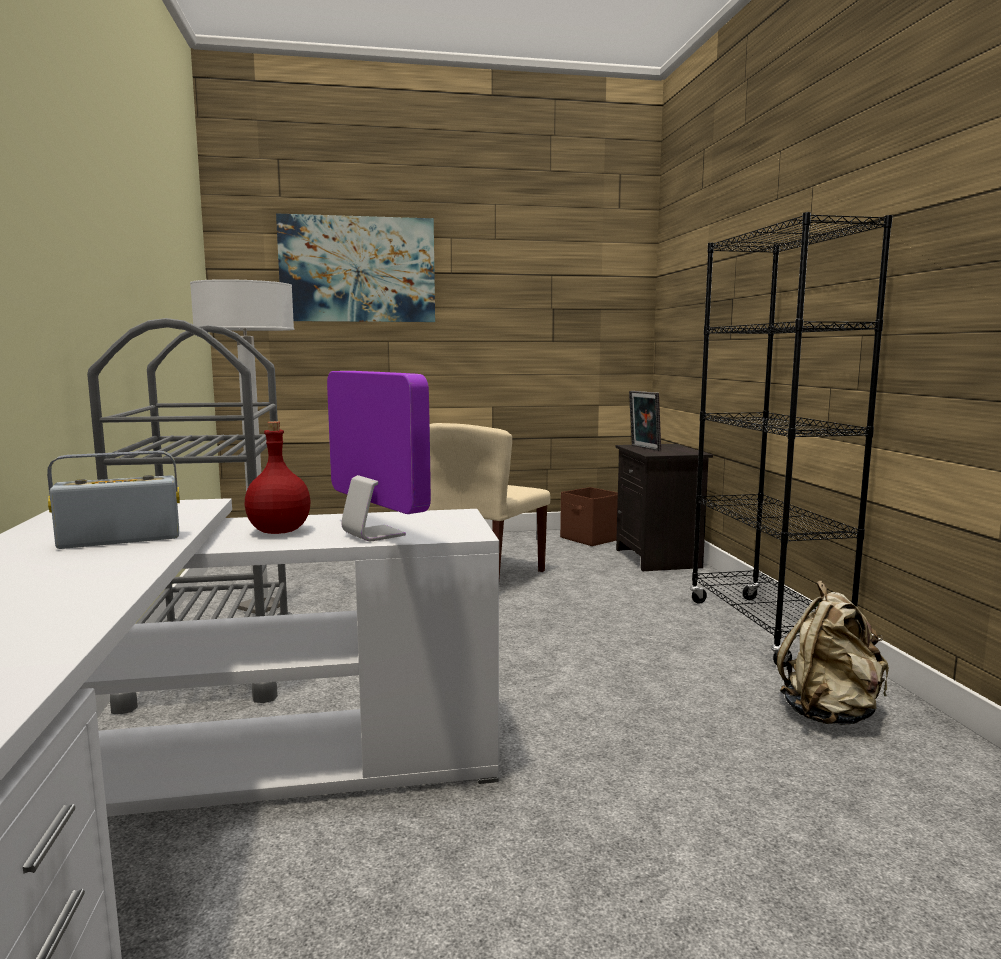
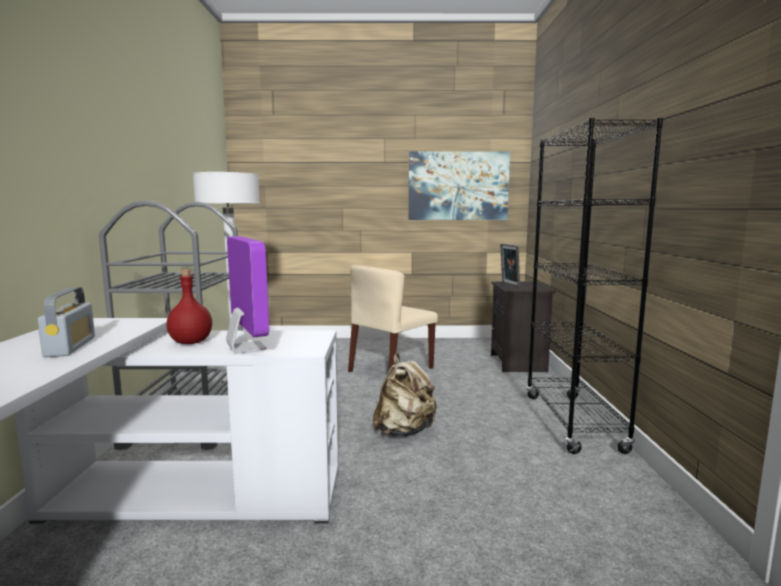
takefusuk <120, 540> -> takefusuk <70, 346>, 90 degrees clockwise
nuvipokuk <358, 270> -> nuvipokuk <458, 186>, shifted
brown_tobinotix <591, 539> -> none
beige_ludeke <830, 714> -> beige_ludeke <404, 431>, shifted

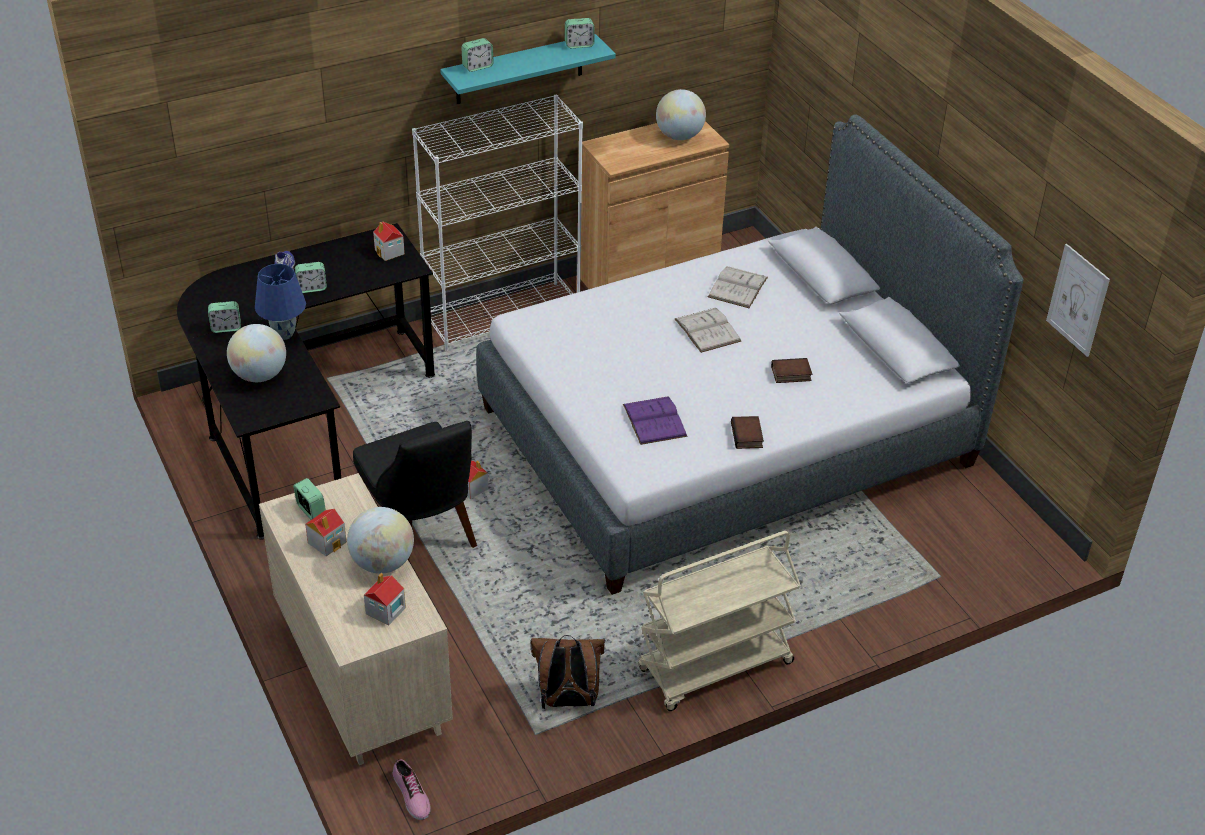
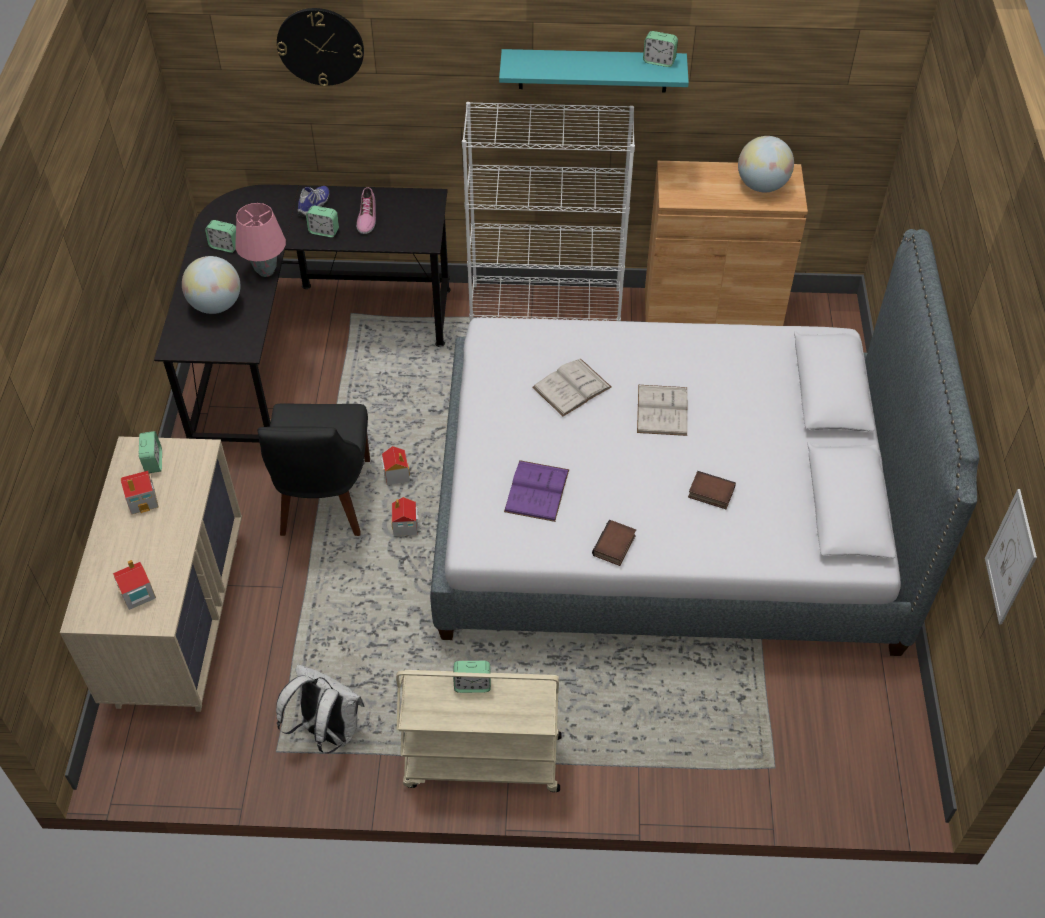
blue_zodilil <284, 335> -> pink_zodilil <265, 271>
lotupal <382, 563> -> none
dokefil <390, 252> -> dokefil <405, 526>, shifted
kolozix <411, 795> -> kolozix <366, 217>, shifted
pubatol <477, 66> -> pubatol <472, 685>, shifted
brown_ludeke <567, 701> -> white_ludeke <327, 731>
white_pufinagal <737, 287> -> white_pufinagal <571, 387>, shifted
none -> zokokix <320, 46>

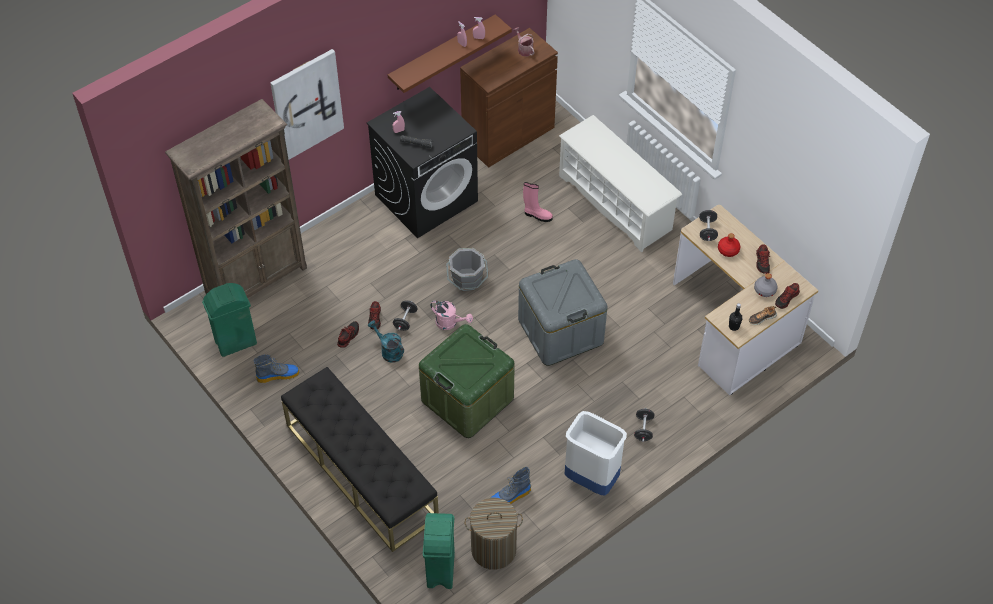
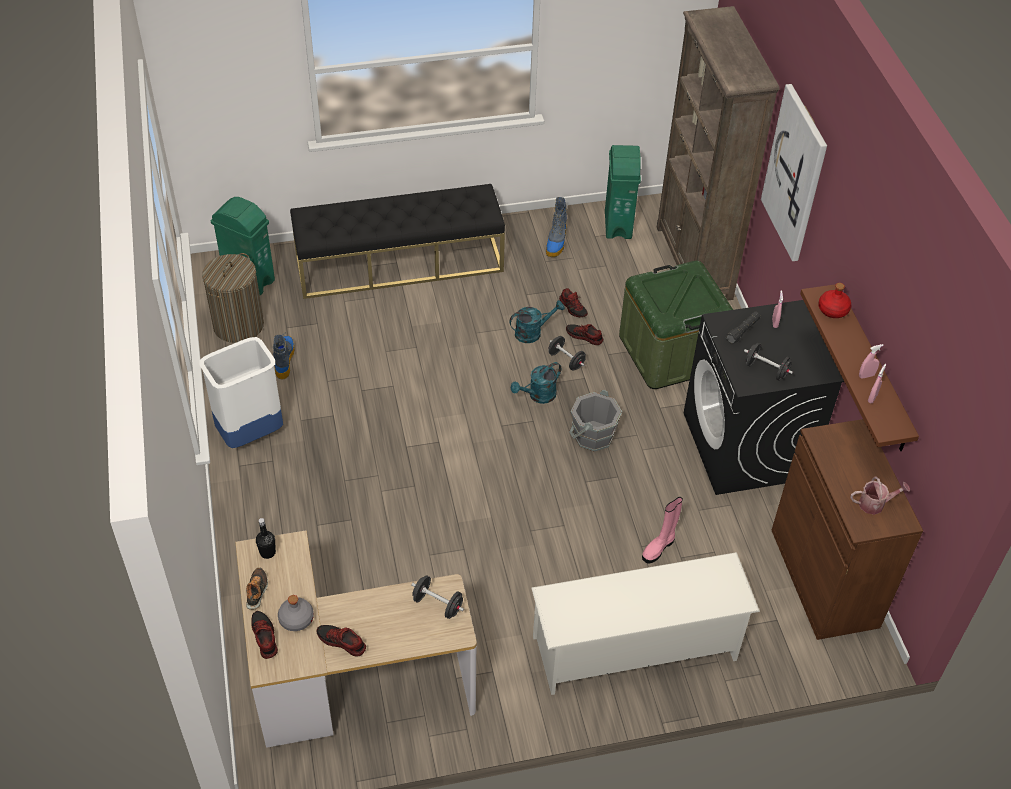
green_tobinotix <467, 399> -> green_tobinotix <670, 352>, shifted
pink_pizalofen <450, 323> -> turquoise_pizalofen <538, 396>
grey_tobinotix <560, 331> -> none
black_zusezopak <643, 429> -> black_zusezopak <766, 370>, shifted
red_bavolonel <728, 250> -> red_bavolonel <833, 310>, shifted

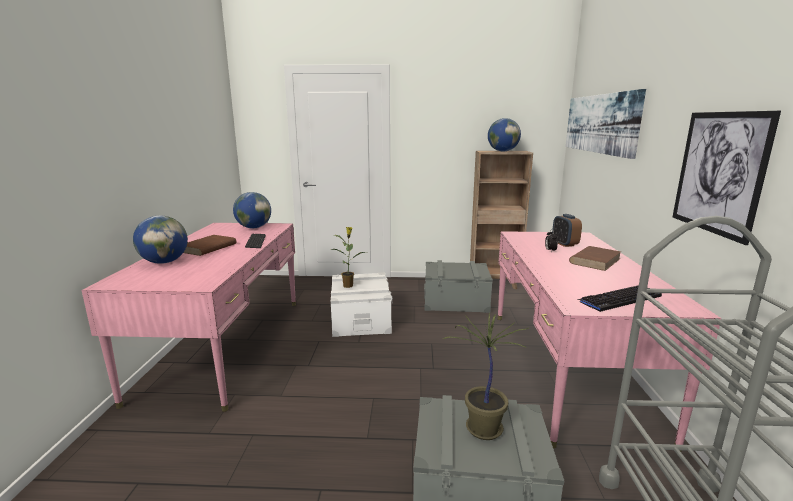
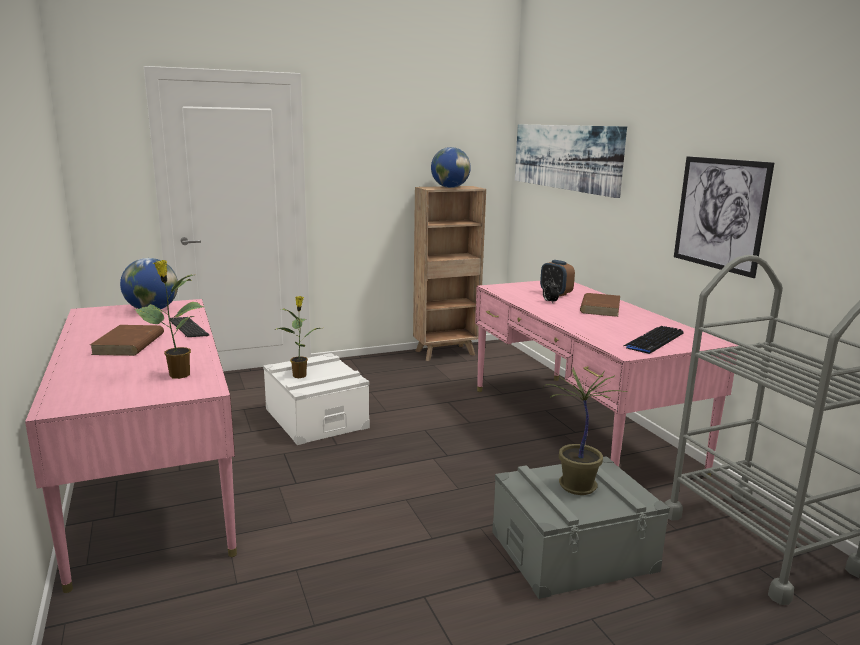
lotupal <164, 262> -> none
grey_tobinotix <456, 301> -> none
none -> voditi <178, 375>

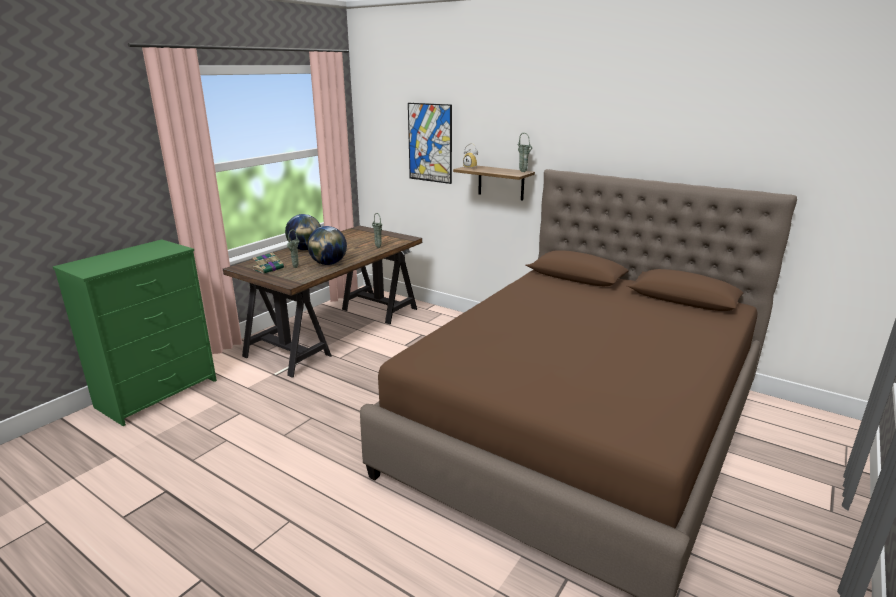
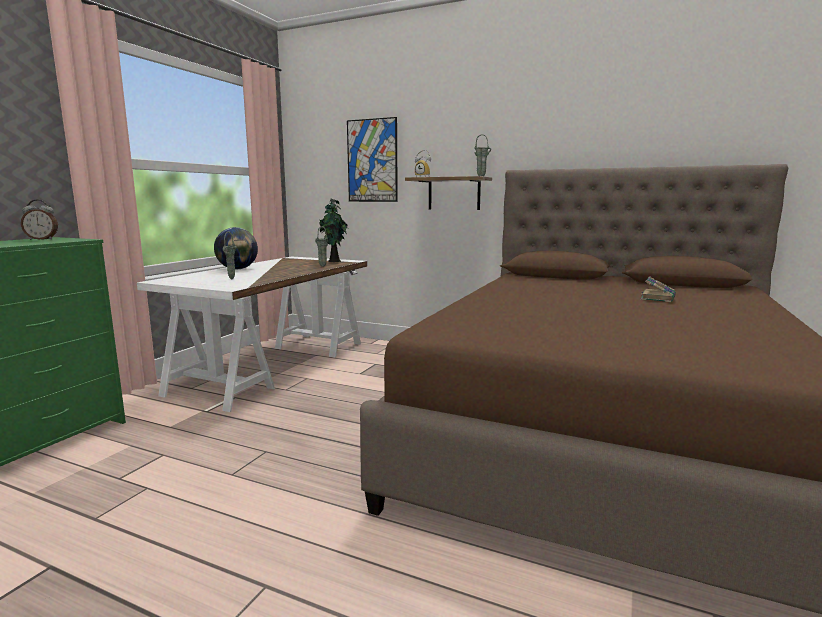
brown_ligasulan <336, 330> -> white_ligasulan <274, 366>
pufinagal <269, 268> -> pufinagal <657, 298>, shifted
lotupal <328, 264> -> none
none -> pubatol <42, 239>
none -> voditi <335, 261>

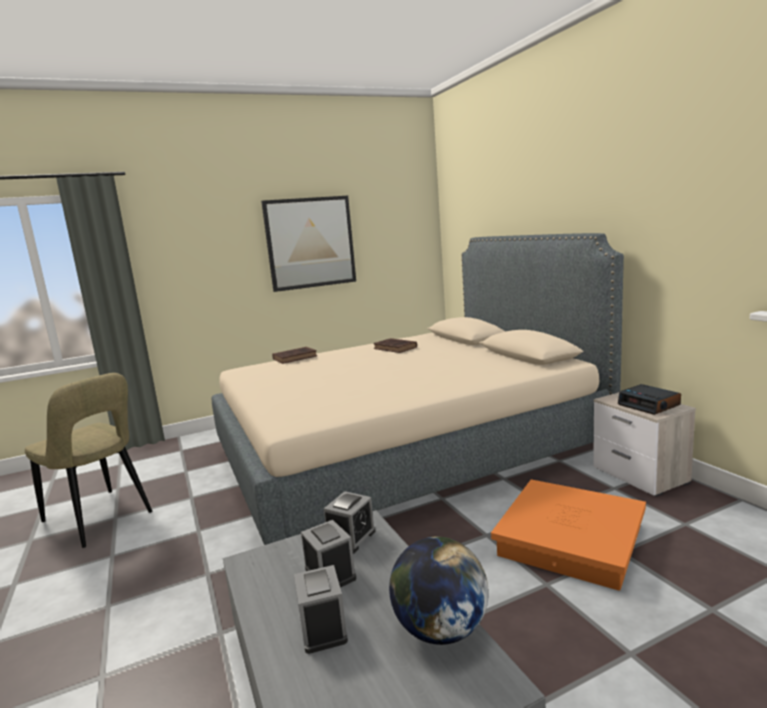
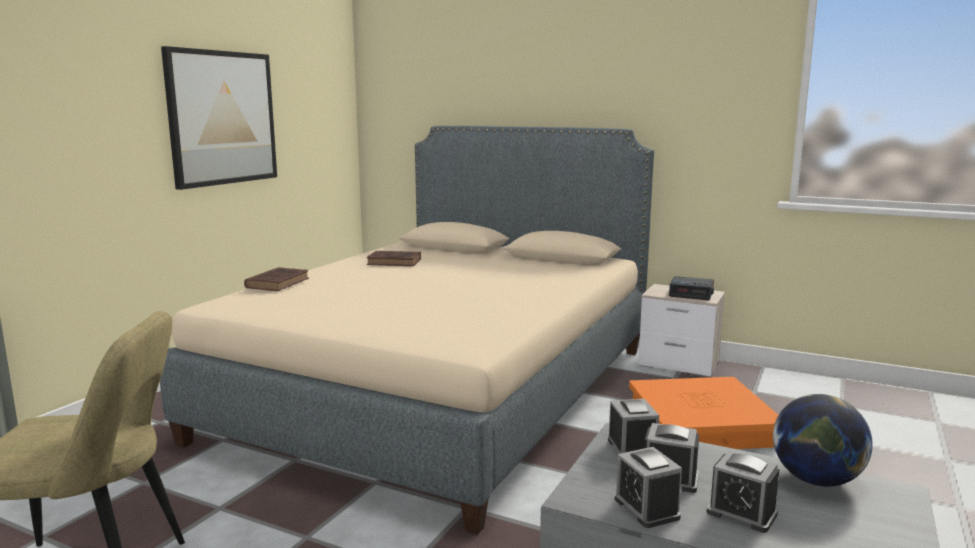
none -> pubatol <646, 508>

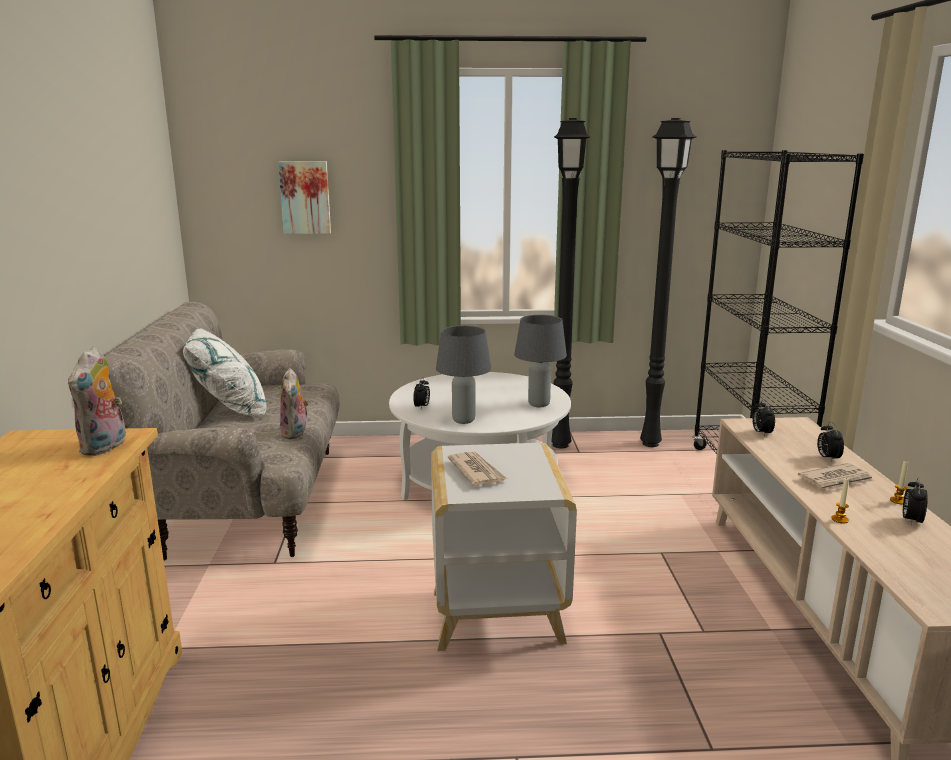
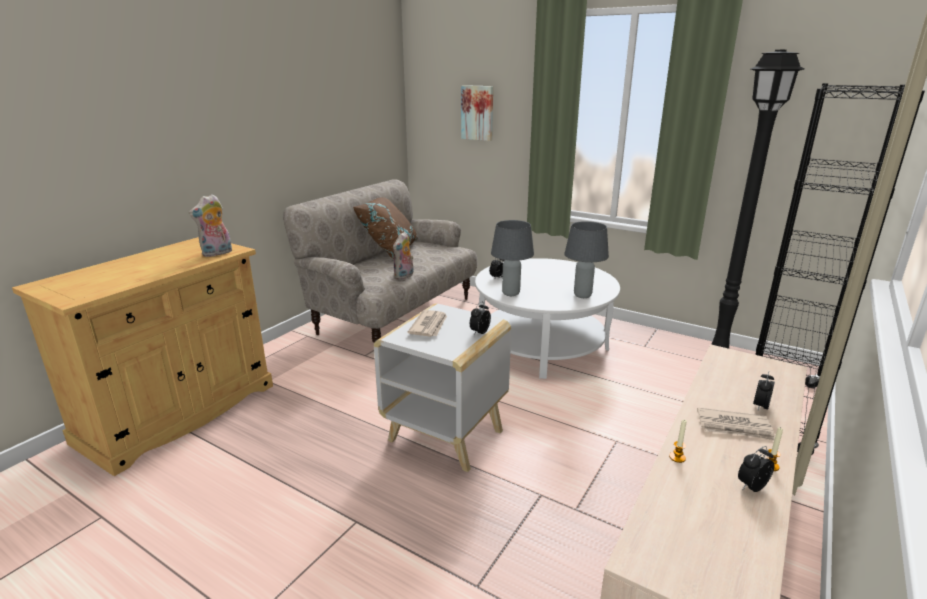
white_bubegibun <224, 408> -> brown_bubegibun <389, 252>
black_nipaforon <561, 444> -> none
pubatol <761, 433> -> pubatol <479, 332>, shifted

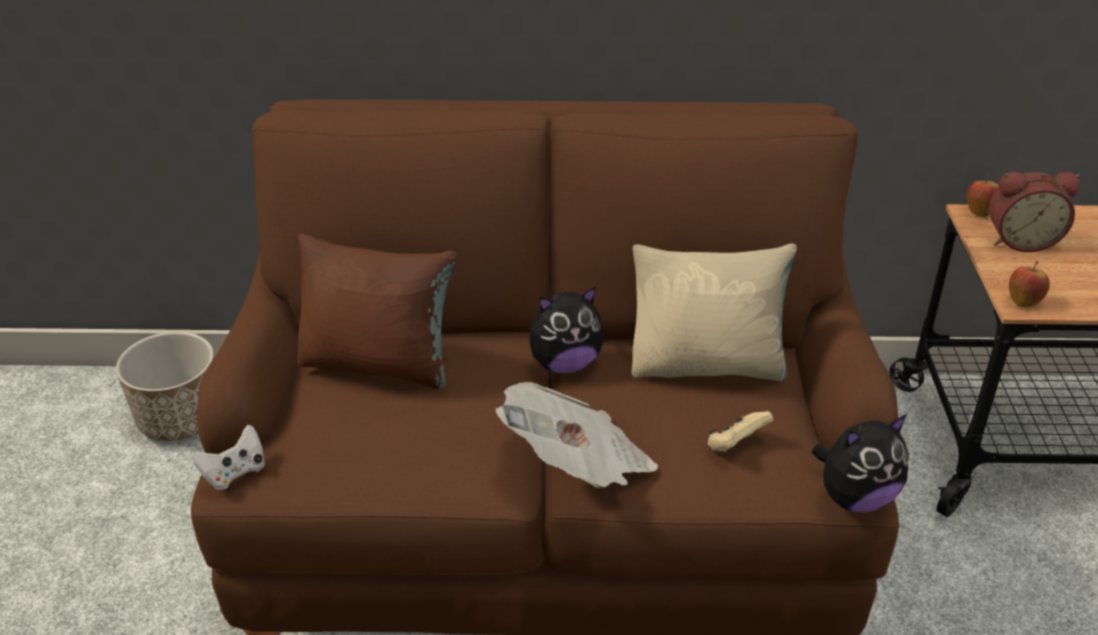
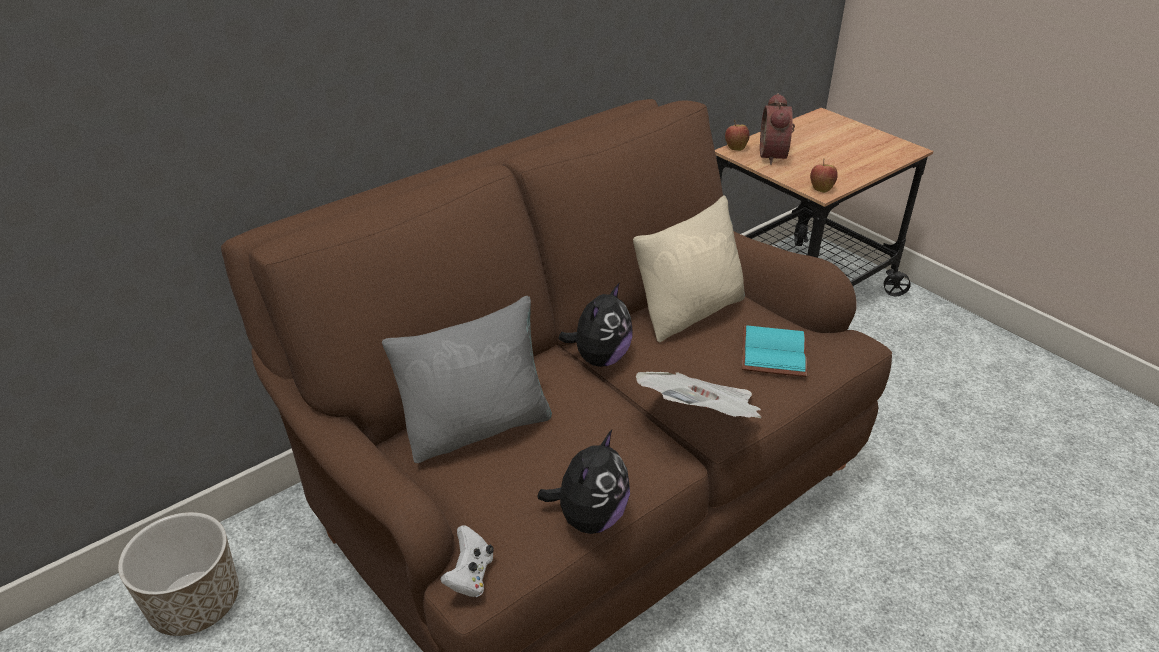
brown_bubegibun <379, 364> -> grey_bubegibun <478, 427>
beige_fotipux <736, 445> -> turquoise_pufinagal <771, 351>
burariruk <855, 497> -> burariruk <589, 517>, shifted
pubatol <1020, 240> -> pubatol <775, 156>, 135 degrees clockwise

